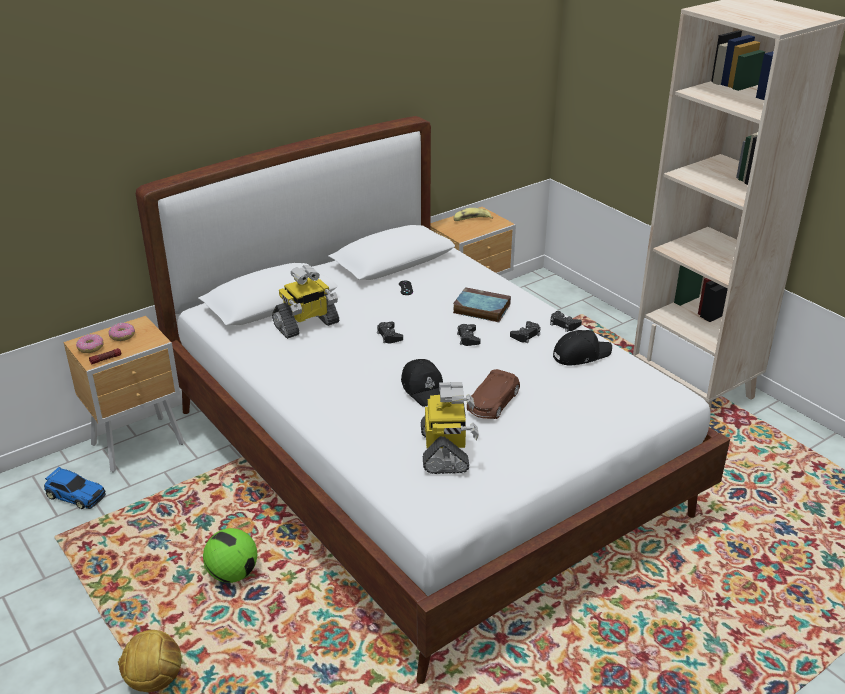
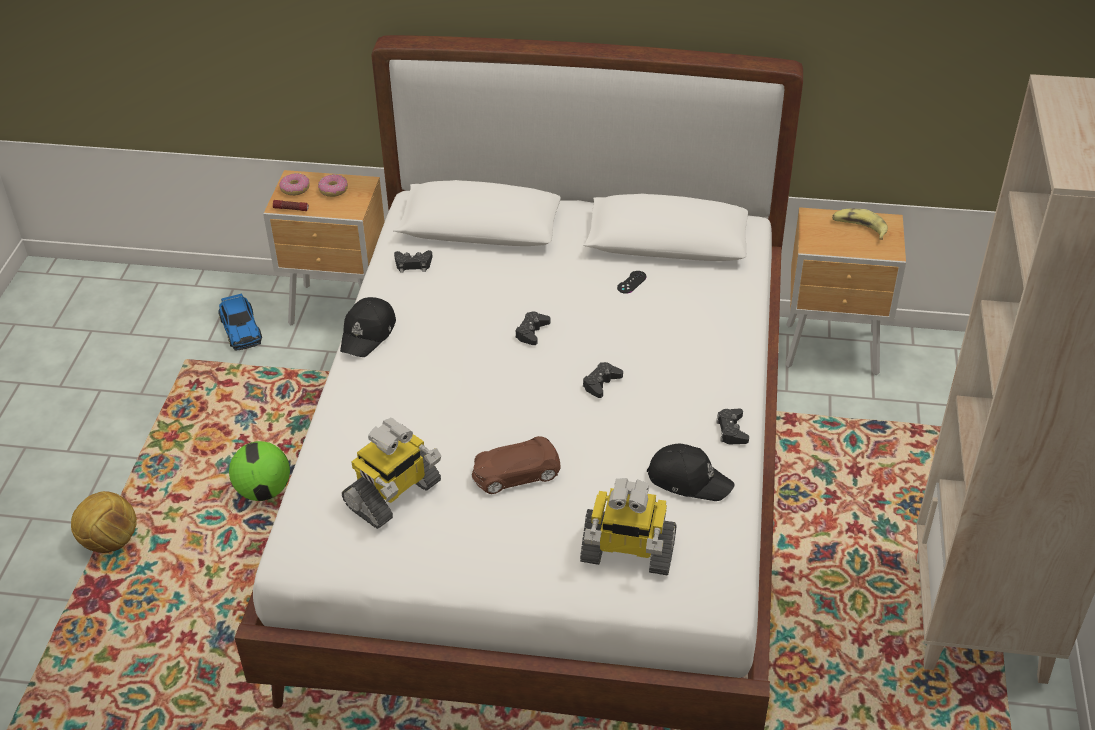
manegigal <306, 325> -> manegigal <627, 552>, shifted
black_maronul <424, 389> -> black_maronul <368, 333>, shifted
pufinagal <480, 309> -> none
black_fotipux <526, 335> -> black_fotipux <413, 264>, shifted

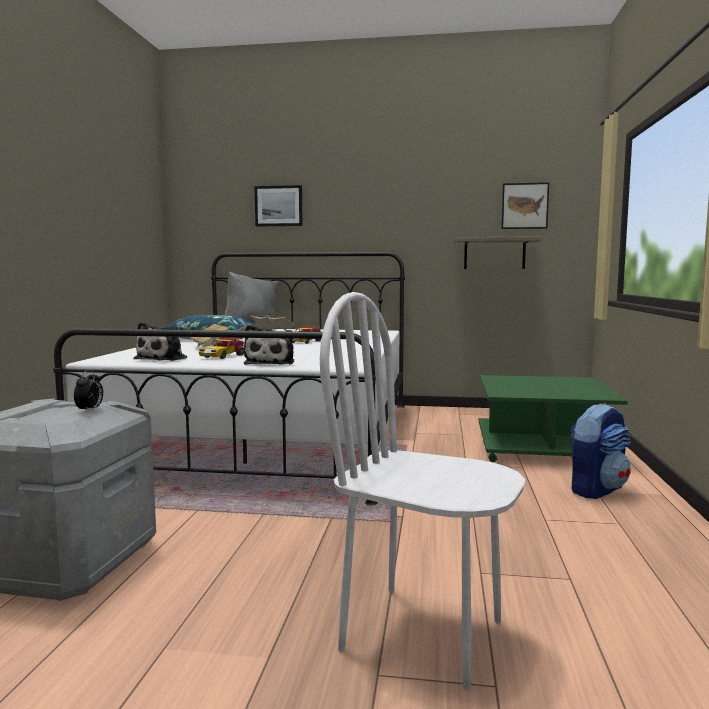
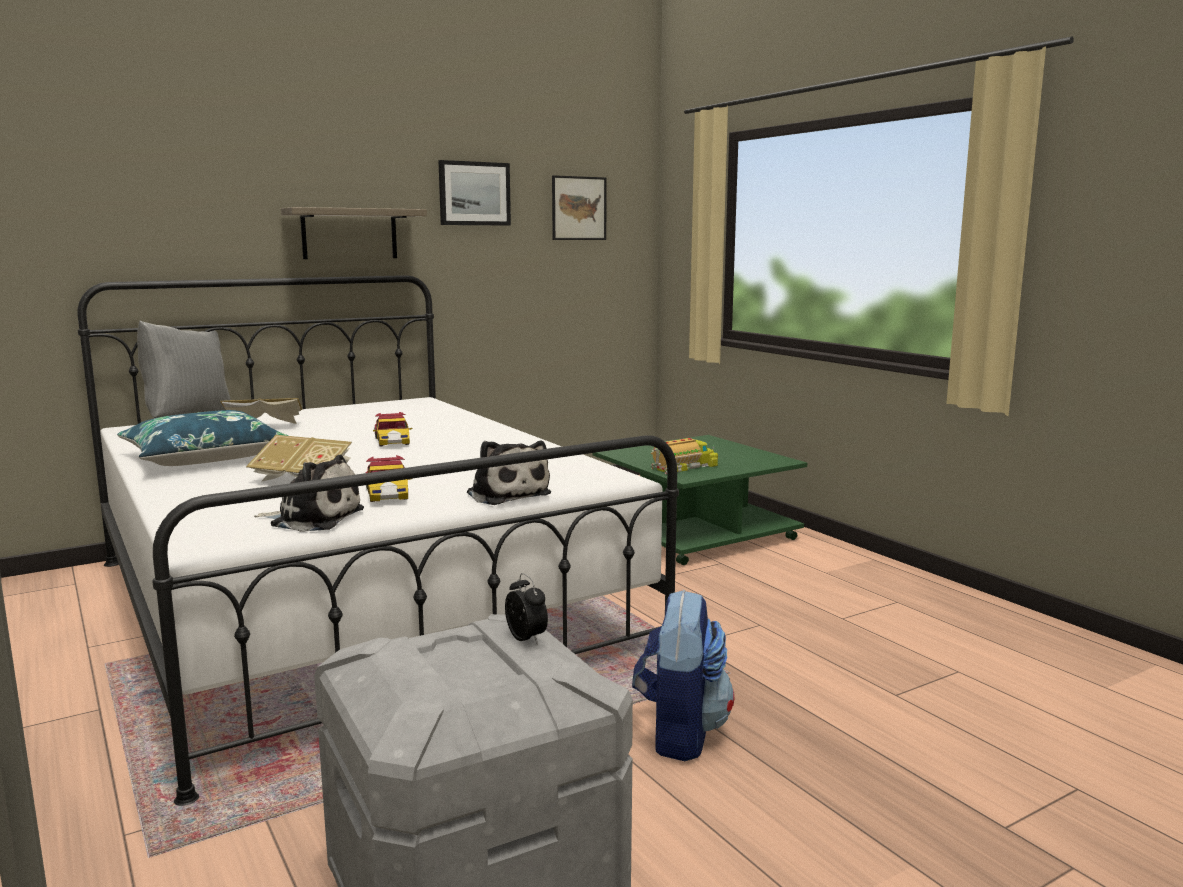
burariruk <164, 359> -> burariruk <313, 518>, 60 degrees counterclockwise
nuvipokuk <279, 206> -> nuvipokuk <474, 193>, shifted
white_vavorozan <423, 634> -> none
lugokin <494, 253> -> lugokin <349, 234>, shifted
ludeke <596, 489> -> ludeke <680, 733>, shifted
none -> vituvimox <684, 467>

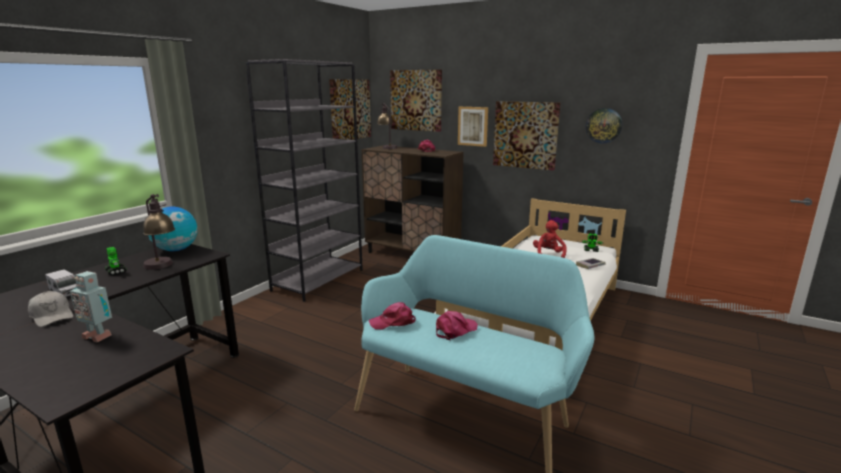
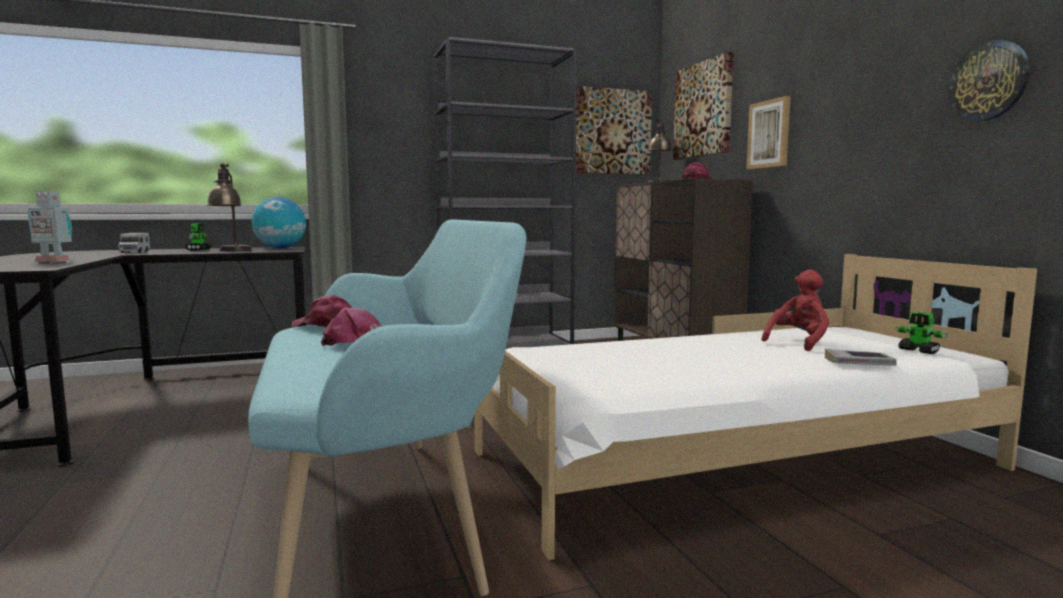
white_maronul <52, 316> -> none
manegigal <98, 335> -> manegigal <53, 261>, 60 degrees counterclockwise
nuvipokuk <525, 135> -> none

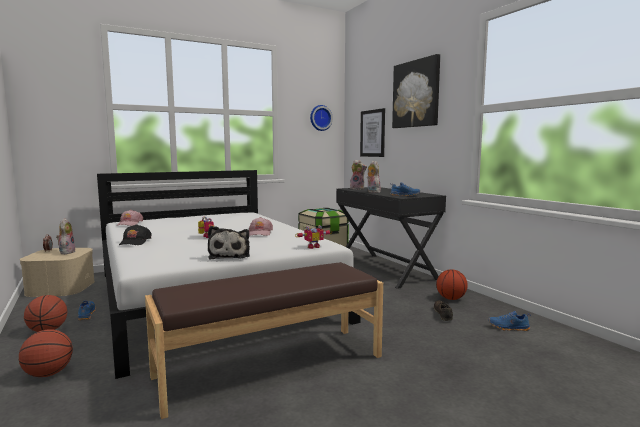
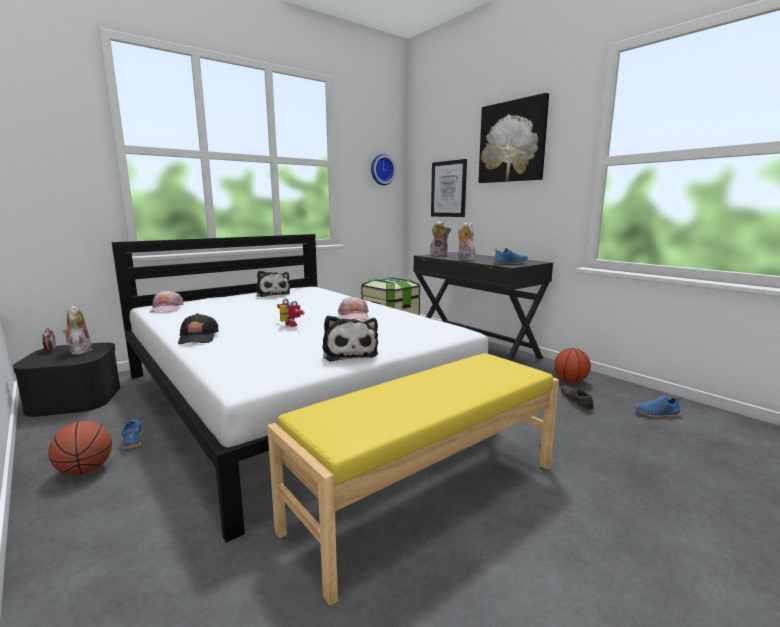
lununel <48, 374> -> none
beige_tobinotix <61, 287> -> black_tobinotix <75, 398>
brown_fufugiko <270, 365> -> yellow_fufugiko <426, 495>
manegigal <312, 247> -> none
none -> burariruk <272, 294>

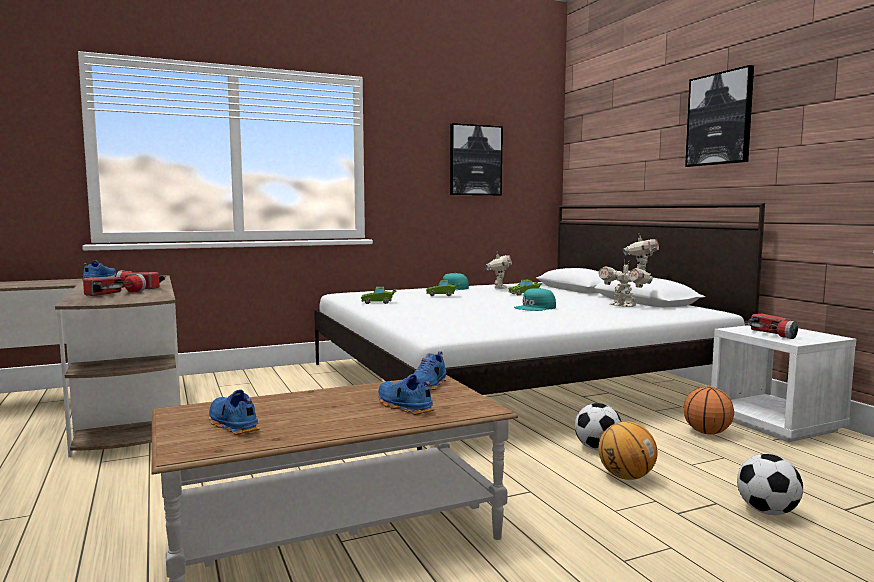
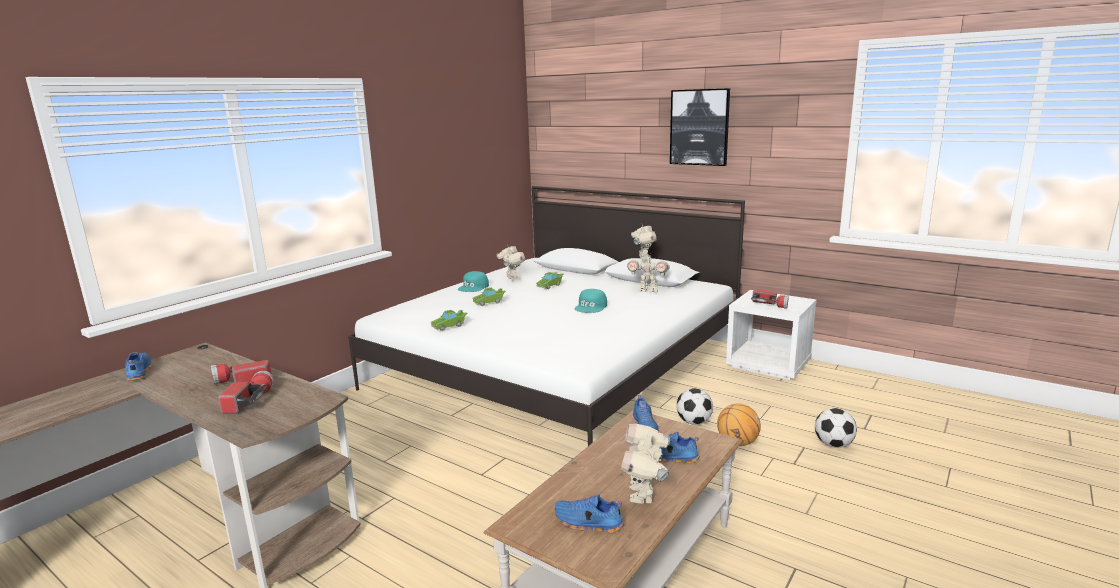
nuvipokuk <475, 160> -> none
lununel <707, 433> -> none
none -> manegigal <644, 494>

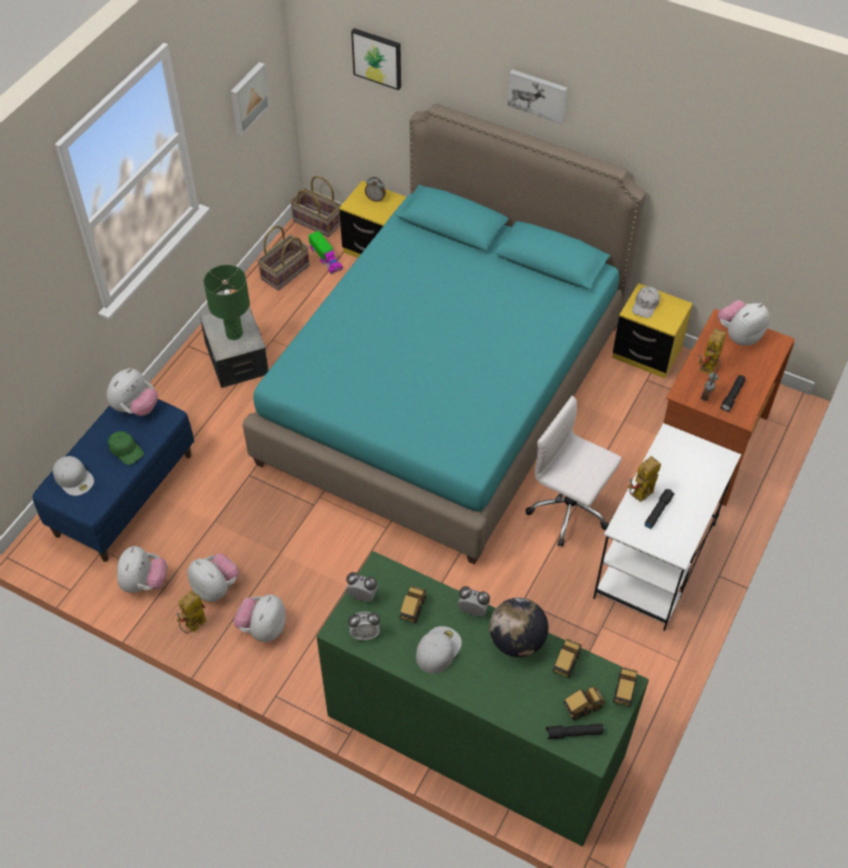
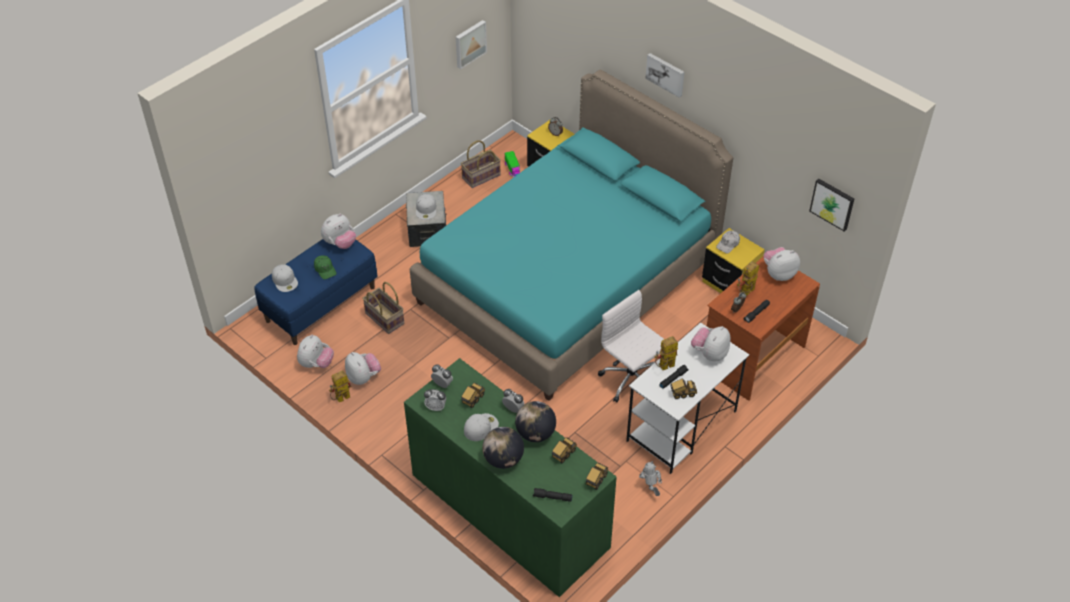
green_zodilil <234, 333> -> white_maronul <426, 209>
burariruk <263, 628> -> burariruk <710, 354>, shifted
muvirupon <316, 222> -> muvirupon <384, 318>, shifted
nuvipokuk <377, 57> -> nuvipokuk <832, 203>, shifted
vituvimox <581, 708> -> vituvimox <682, 394>, shifted
none -> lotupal <503, 459>
none -> manegigal <650, 489>

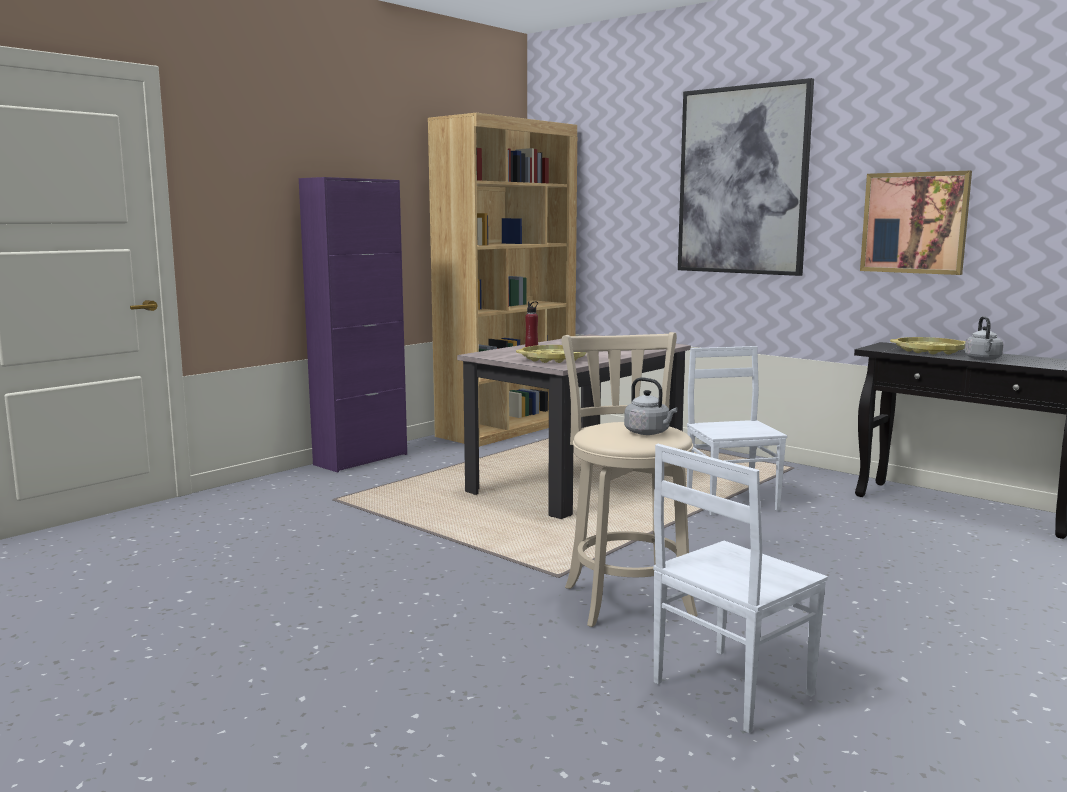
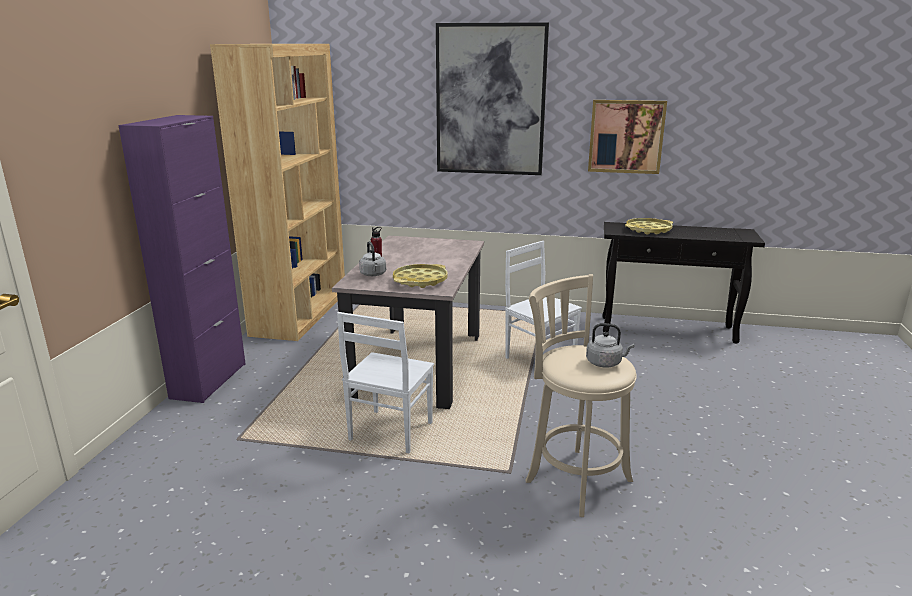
white_vavorozan <729, 688> -> white_vavorozan <389, 432>, shifted
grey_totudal <983, 359> -> grey_totudal <373, 274>, shifted

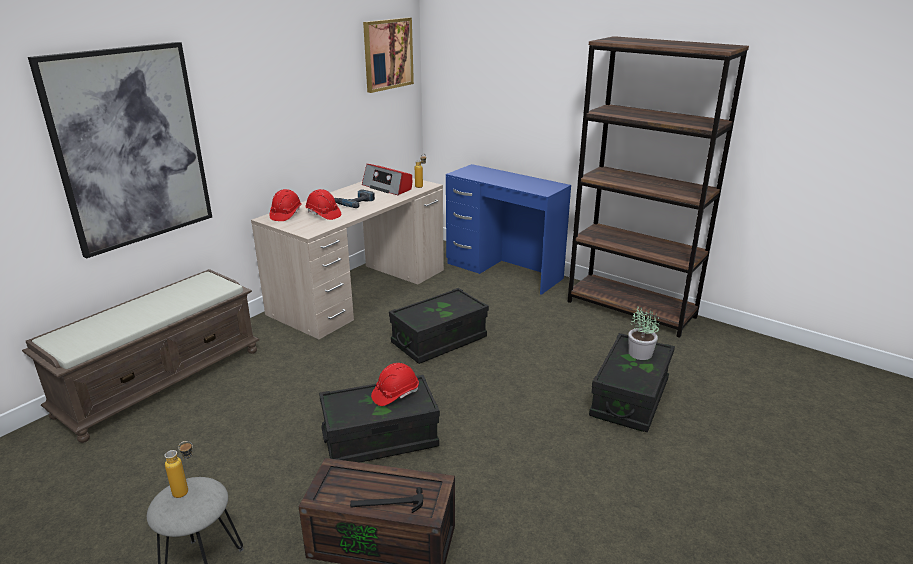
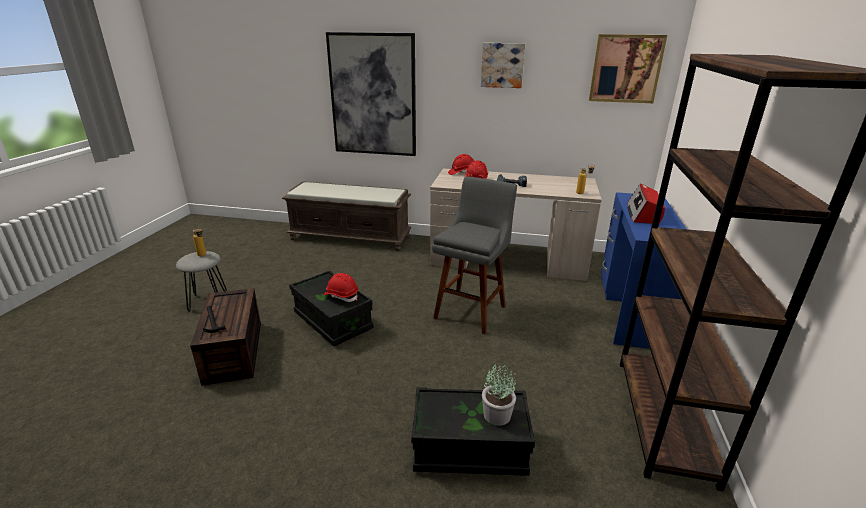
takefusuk <388, 187> -> takefusuk <643, 214>, shifted
black_tobinotix <439, 341> -> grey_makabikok <472, 310>
none -> nuvipokuk <502, 65>

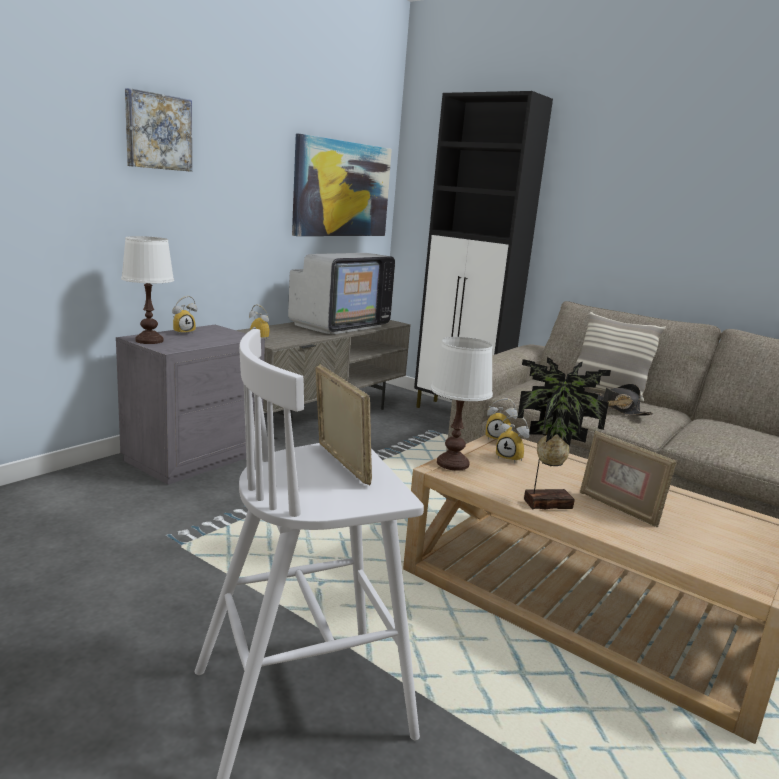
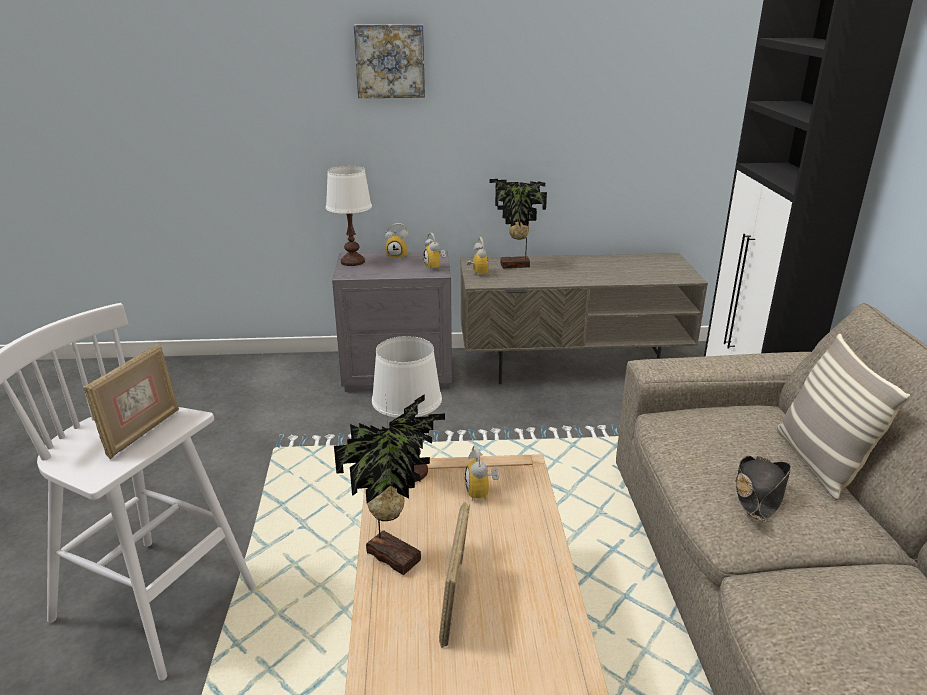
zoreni <340, 325> -> none
nuvipokuk <342, 189> -> none
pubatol <499, 438> -> pubatol <435, 267>, shifted
none -> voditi <516, 266>

